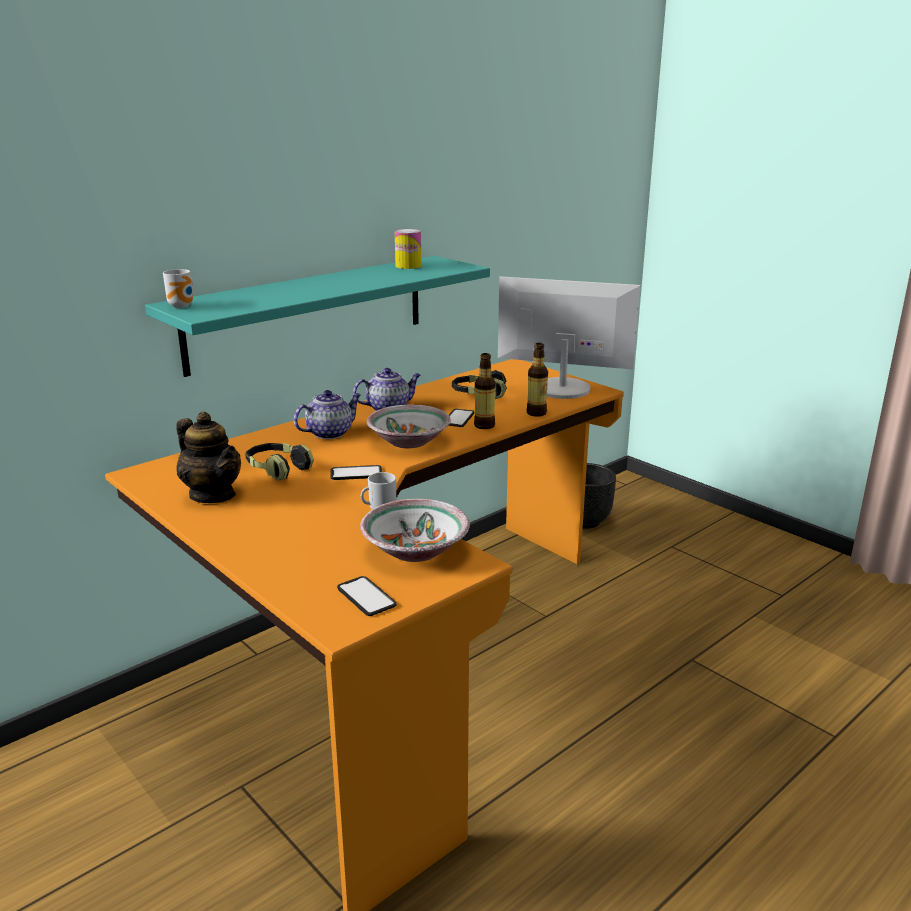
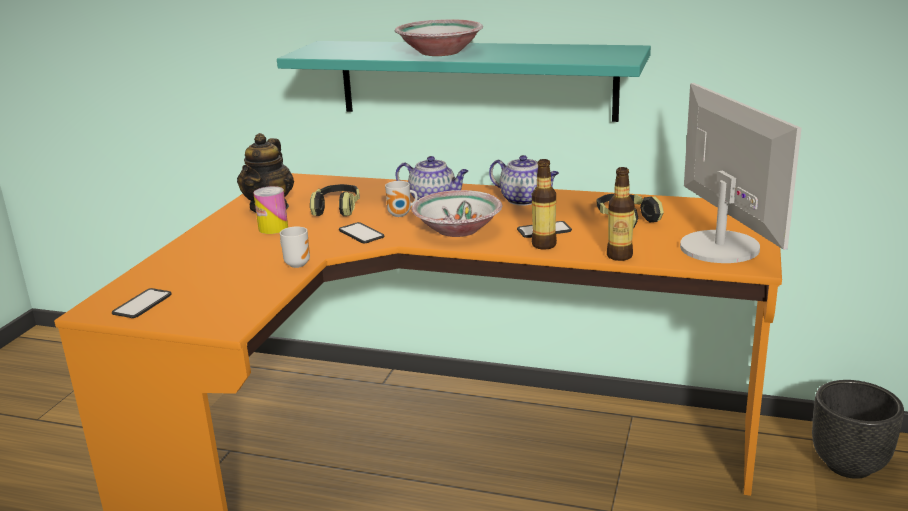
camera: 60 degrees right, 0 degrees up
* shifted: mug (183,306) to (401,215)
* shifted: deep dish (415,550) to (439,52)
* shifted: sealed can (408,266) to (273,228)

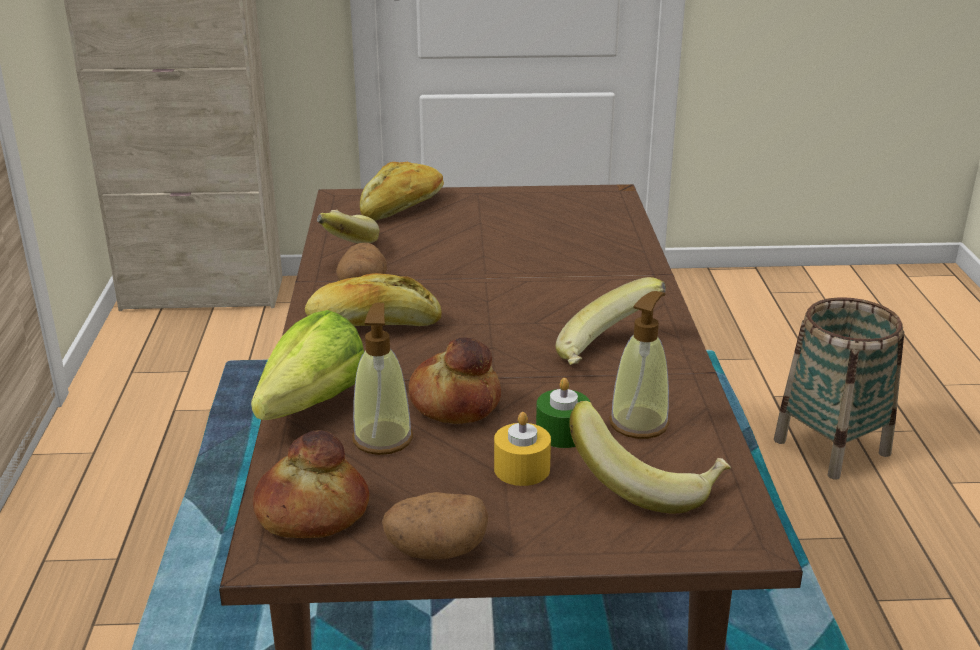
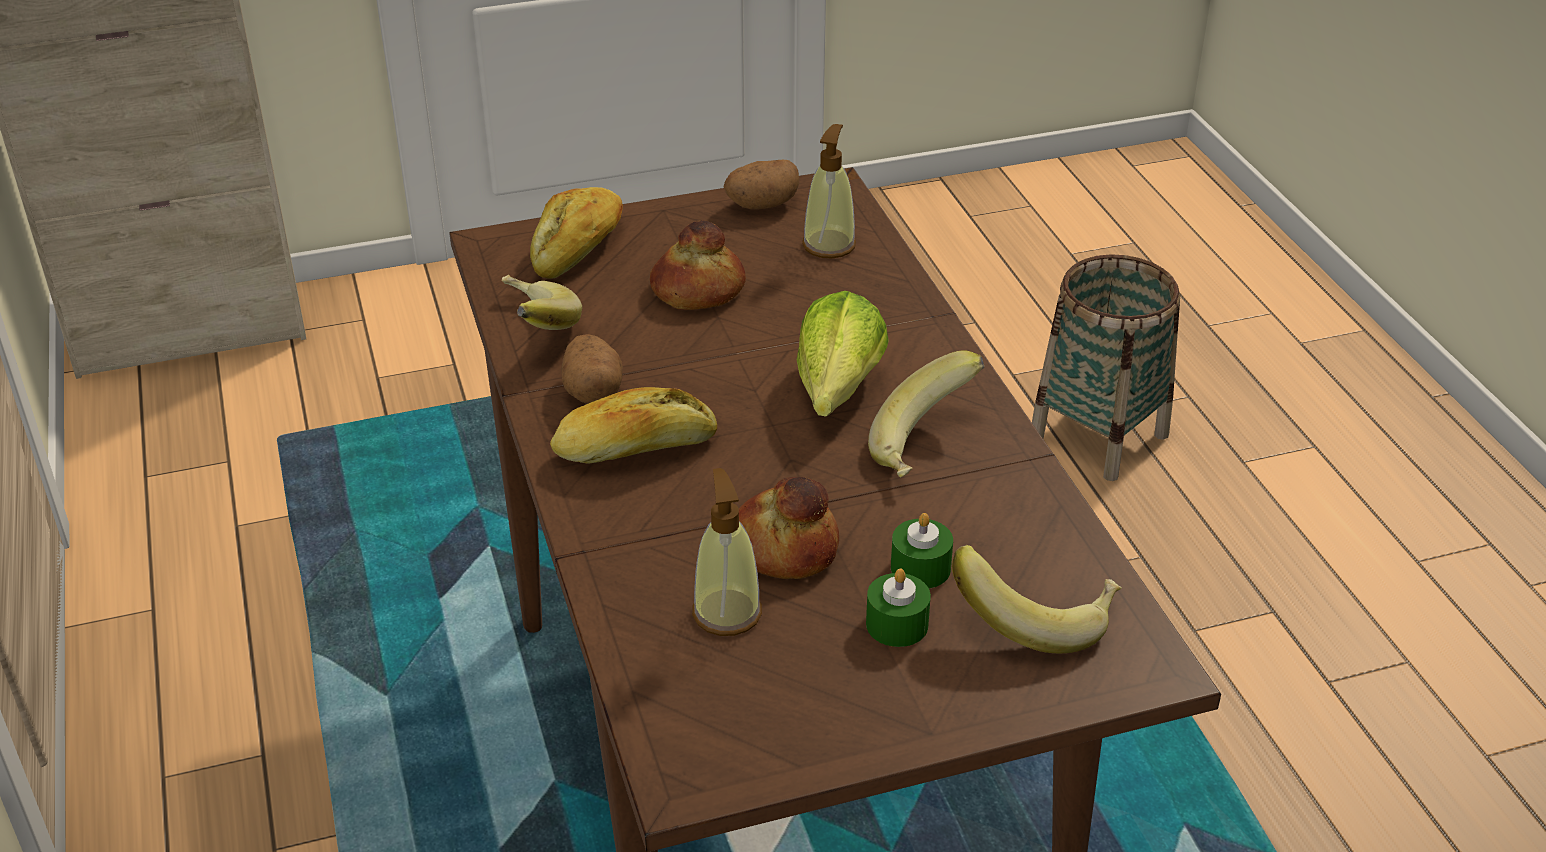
camera: 15 degrees left, 10 degrees up
* shifted: head of lettuce (302,411) to (831,398)
* shifted: bread (311,513) to (698,291)
* shifted: spud (436,550) to (761,205)
* shifted: soap bottle (639,423) to (829,245)
* repainted: wax light (yellow-coloured) (522,469) to wax light (green-coloured) (897,624)

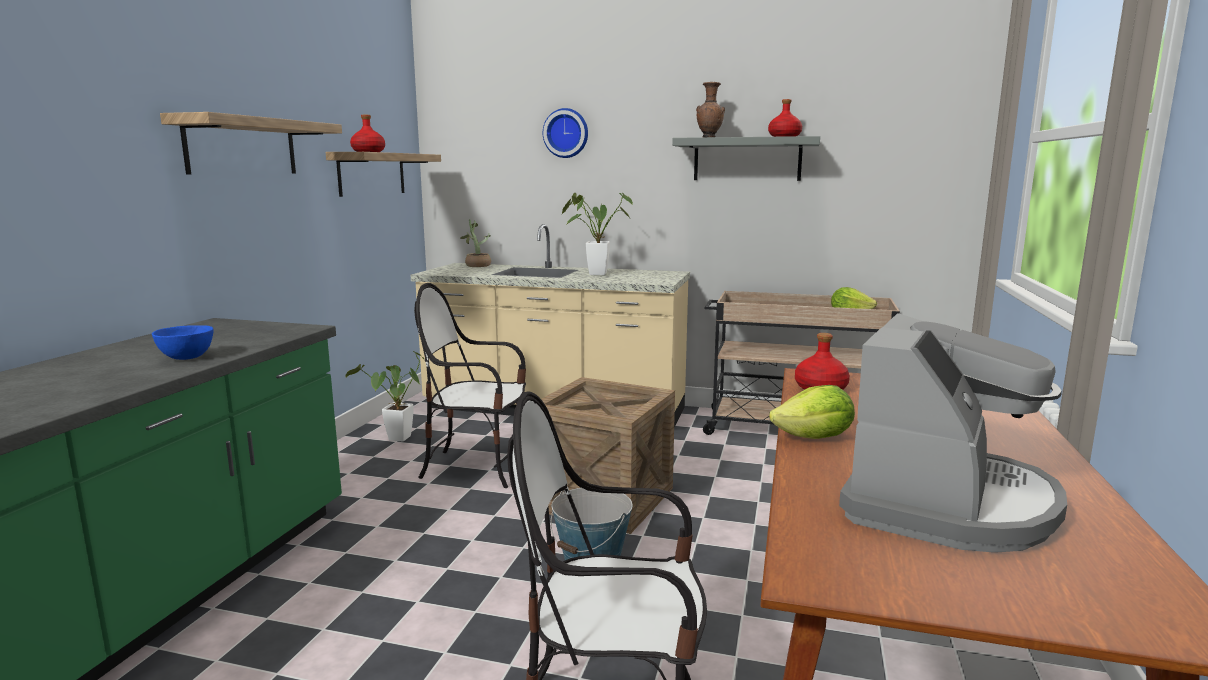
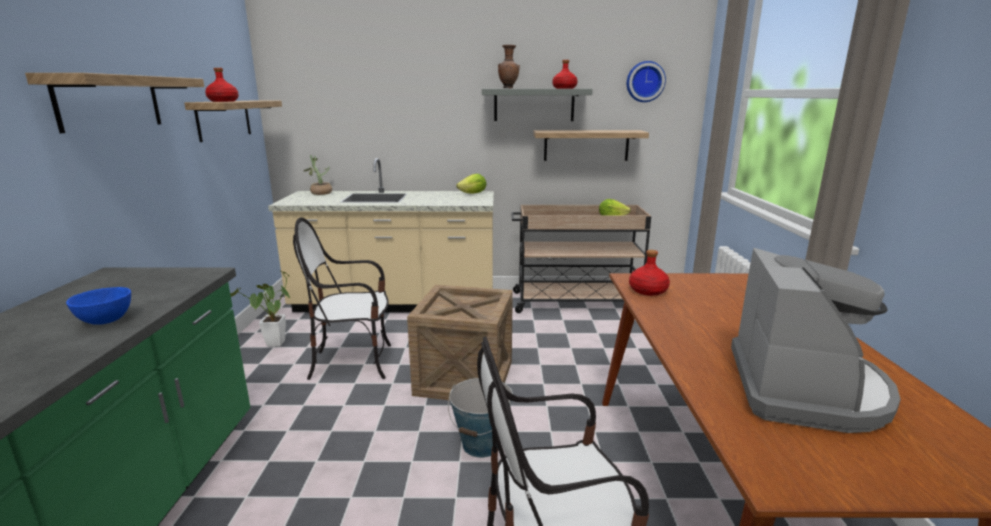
camera: 15 degrees left, 5 degrees up
* gone: potted plant (593,274)
* new: bracket shelf (586,145)
* shifted: wall clock (566,133) to (645,81)
* shifted: head of lettuce (814,438) to (473,193)

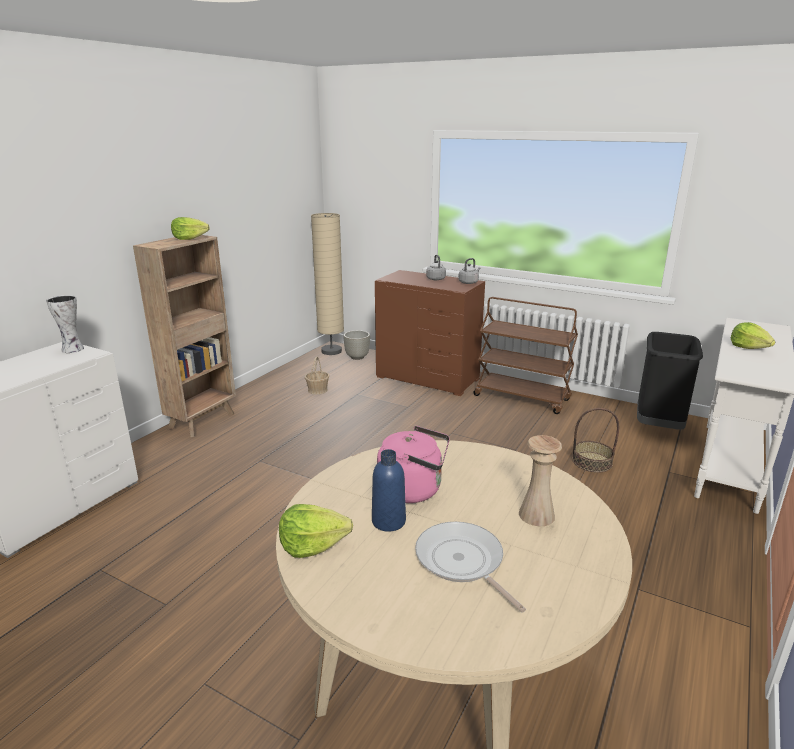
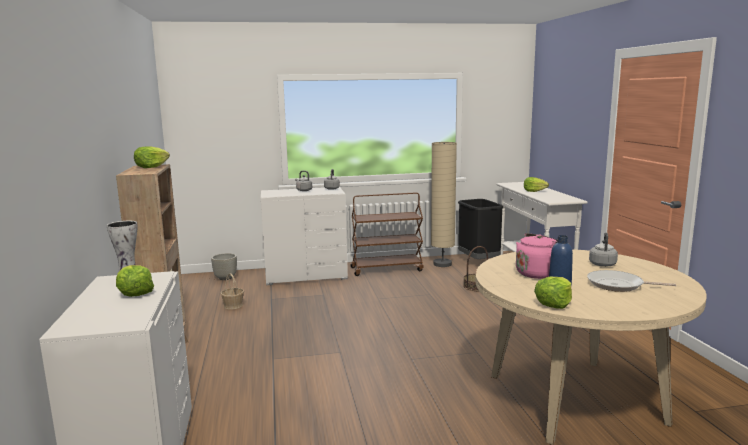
camera: 40 degrees left, 10 degrees down
* new: head of lettuce (134,293)
* shifted: standing lamp (beige-coloured) (331,351) to (442,264)
* swapped: decorative vase (beige-coloured) (536,515) to tea kettle (grey) (602,264)
* repainted: dresser (brownish) (428,378) to dresser (white-coloured) (306,275)

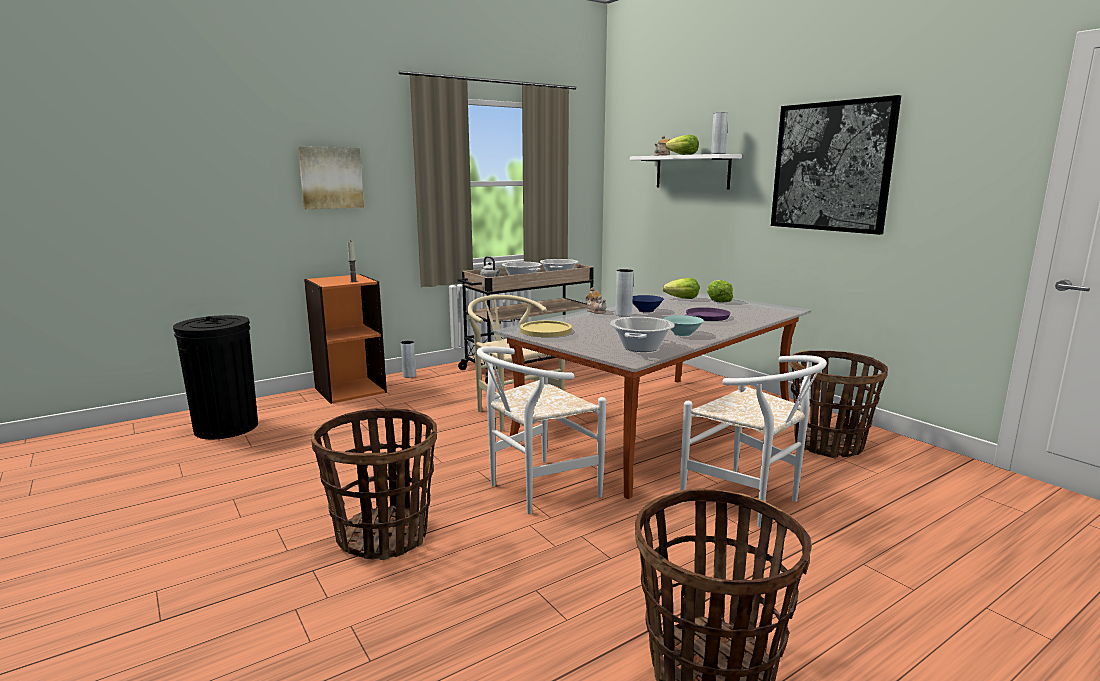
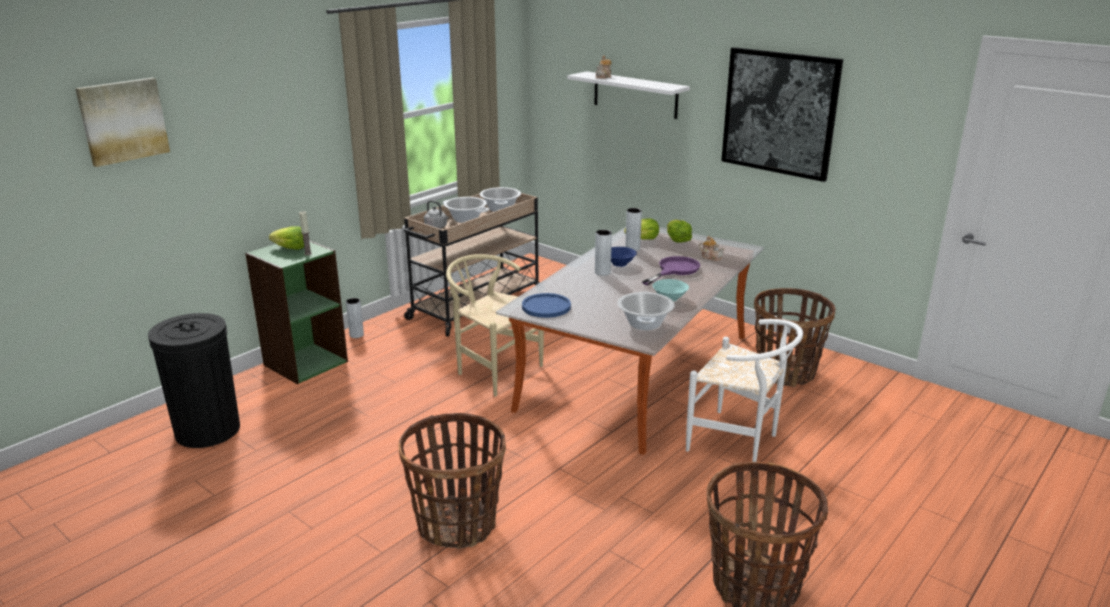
camera: 15 degrees left, 10 degrees up
* gone: upright chair (white-coloured) (535,490)
* shifted: wall art (331,178) to (123,121)
* shifted: tea pot (596,311) to (711,257)
* shifted: head of lettuce (683,155) to (291,248)
* shifted: decorative vase (grey) (718,154) to (632,248)
* repainted: shelving unit (orange-coloured) (350,390) to shelving unit (green-coloured) (305,363)
* repainted: flat dish (yellow-coloured) (545,330) to flat dish (bluish) (546,307)

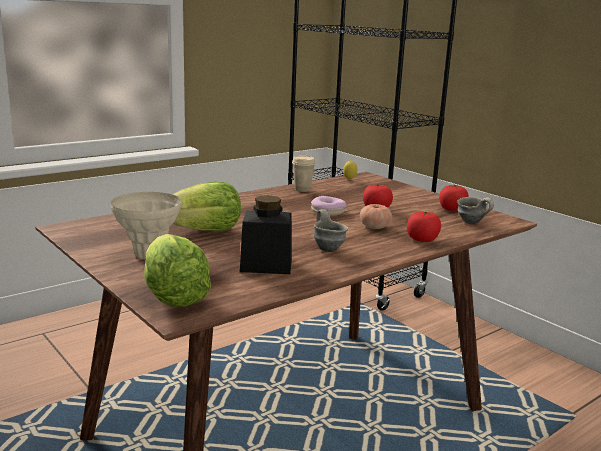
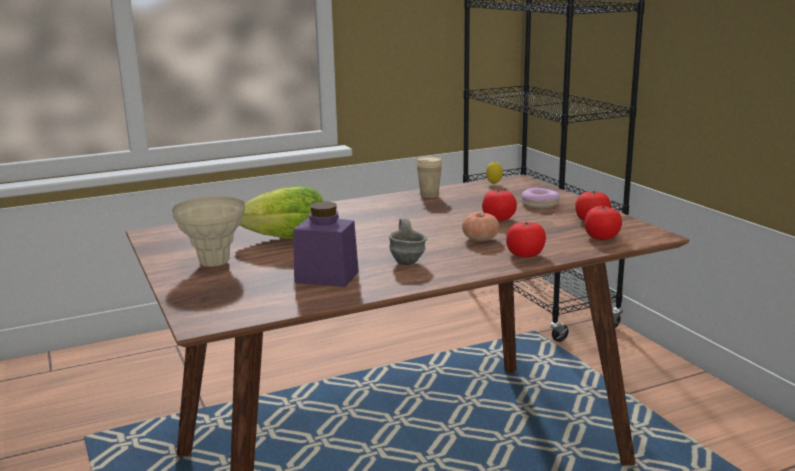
camera: 15 degrees right, 0 degrees up
* gone: head of lettuce (174,297)
* shifted: donut (328,211) to (540,204)
* swapped: mug (grey) (471,223) to whole tomato (602,237)
* repainted: preserve jar (black) (266,265) to preserve jar (purple) (326,277)

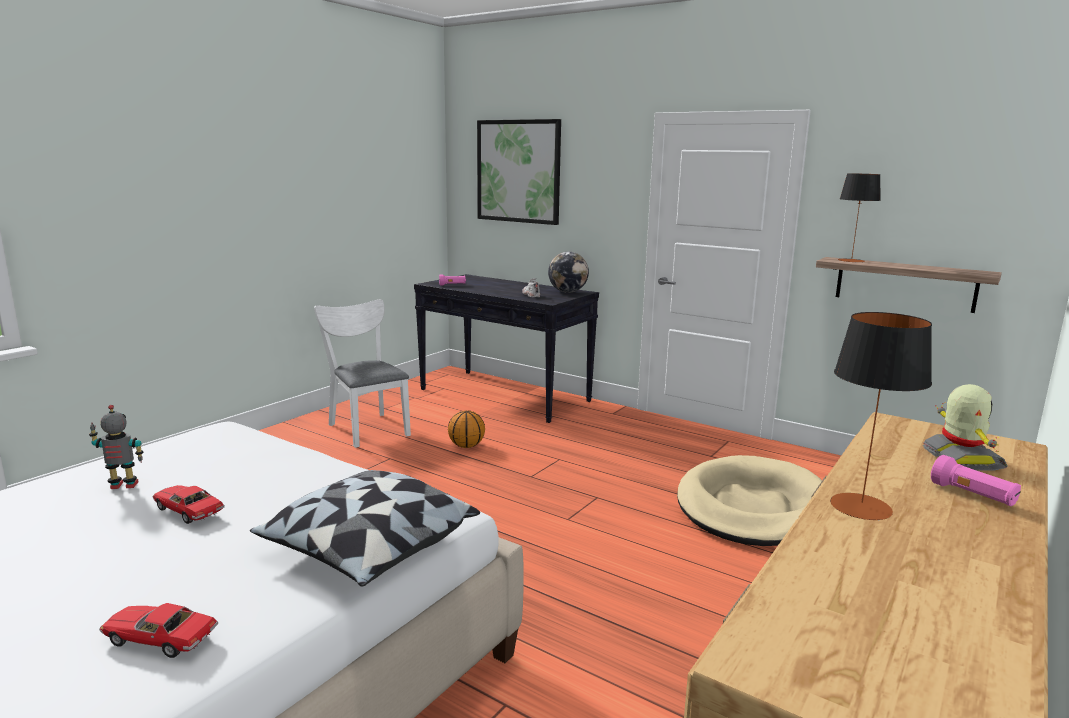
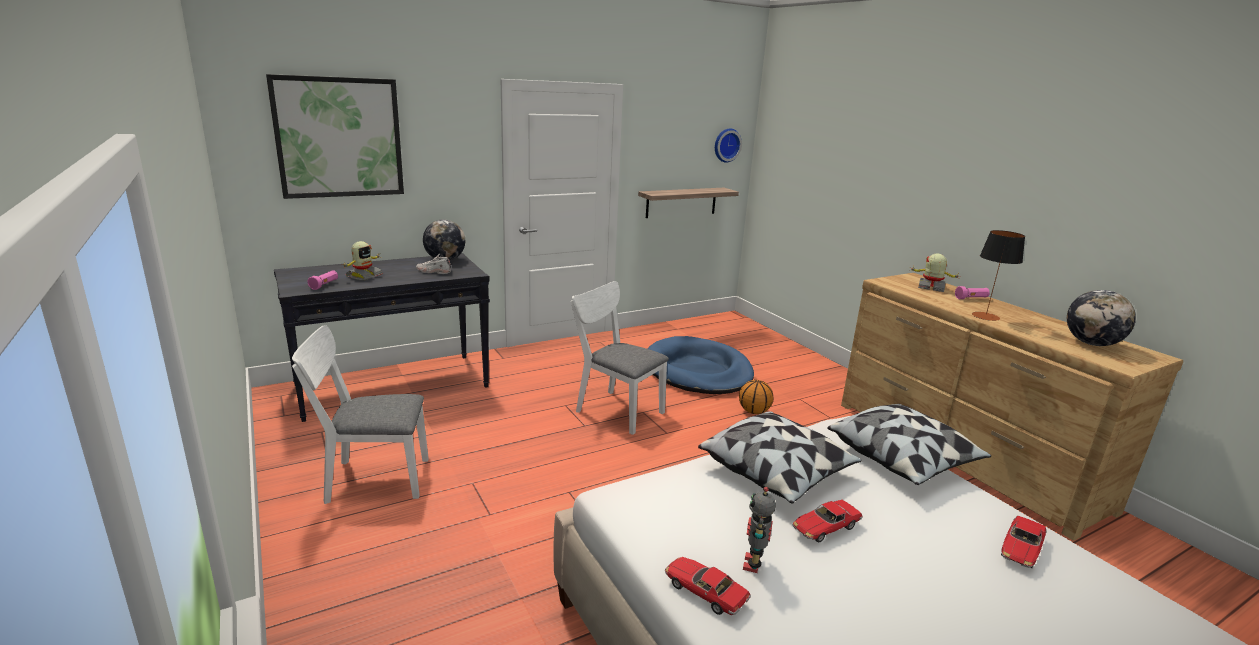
camera: 65 degrees left, 5 degrees up
* gone: lamp for a table (851,260)
* new: robot figure (364,276)
* new: upright chair (white-coloured) (615,409)
* new: model car (704,592)
* new: cushion (777,472)
* new: wall clock (726,145)
* new: desk globe (1091,344)
* shifted: ball for basketball (466,446) to (754,412)
* repainted: pet bed (beige-coloured) (753,507) to pet bed (bluish) (698,371)

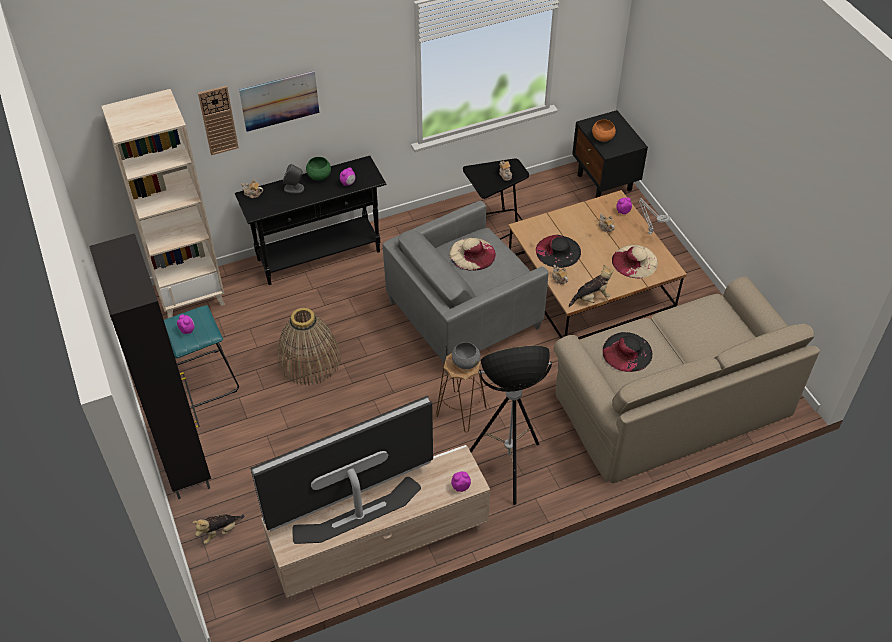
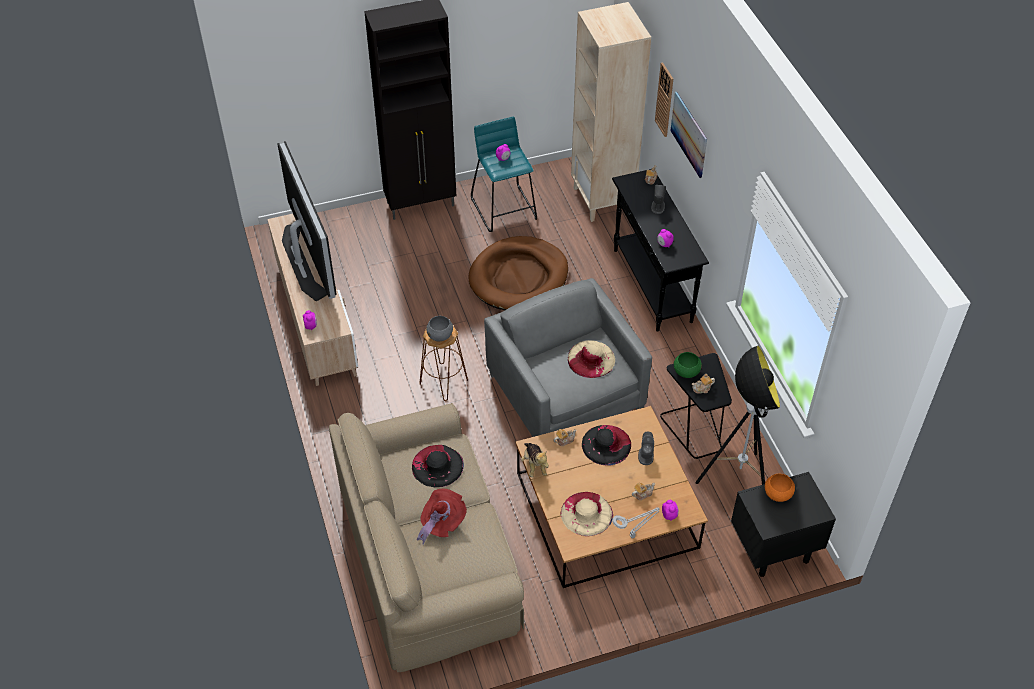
camera: 95 degrees right, 0 degrees up
* gone: plush toy (220,532)
* new: wearable hat (red) (441,523)
* new: audio speaker (grey) (645,455)
* shifted: deep dish (green-coloured) (319,176) to (686,372)
* shifted: standing lamp (507,468) to (736,482)
* swapped: basket (309,360) to pet bed (brownish) (518,277)

